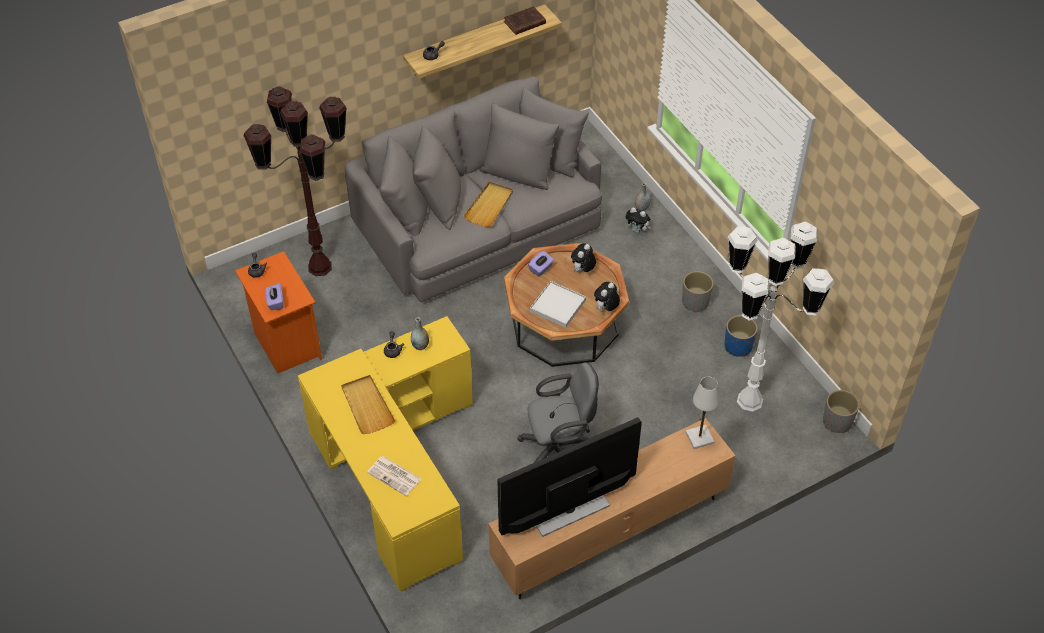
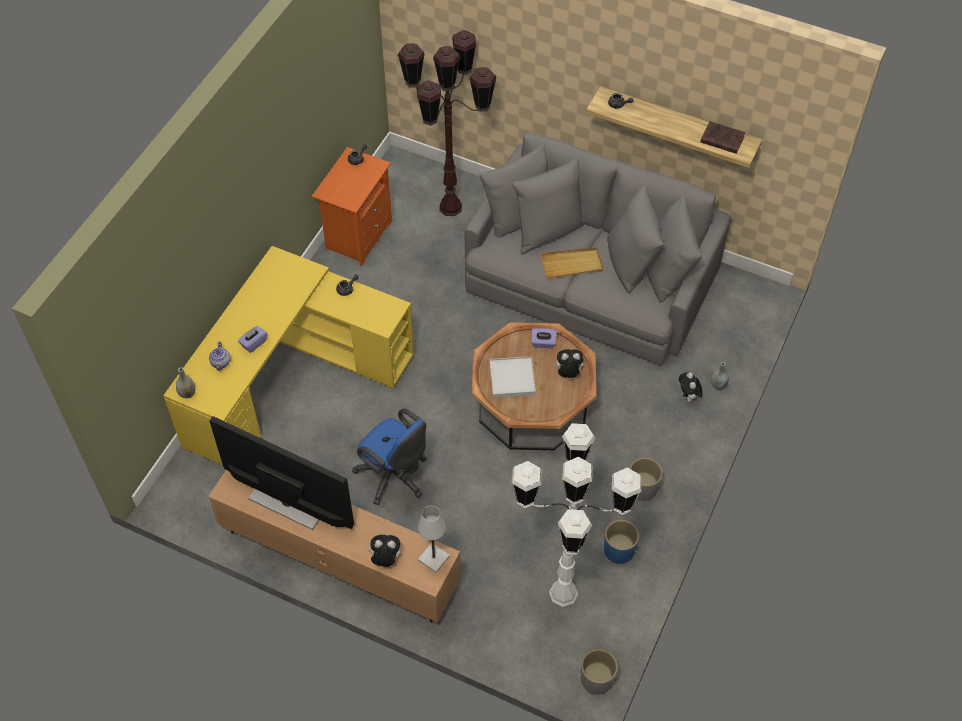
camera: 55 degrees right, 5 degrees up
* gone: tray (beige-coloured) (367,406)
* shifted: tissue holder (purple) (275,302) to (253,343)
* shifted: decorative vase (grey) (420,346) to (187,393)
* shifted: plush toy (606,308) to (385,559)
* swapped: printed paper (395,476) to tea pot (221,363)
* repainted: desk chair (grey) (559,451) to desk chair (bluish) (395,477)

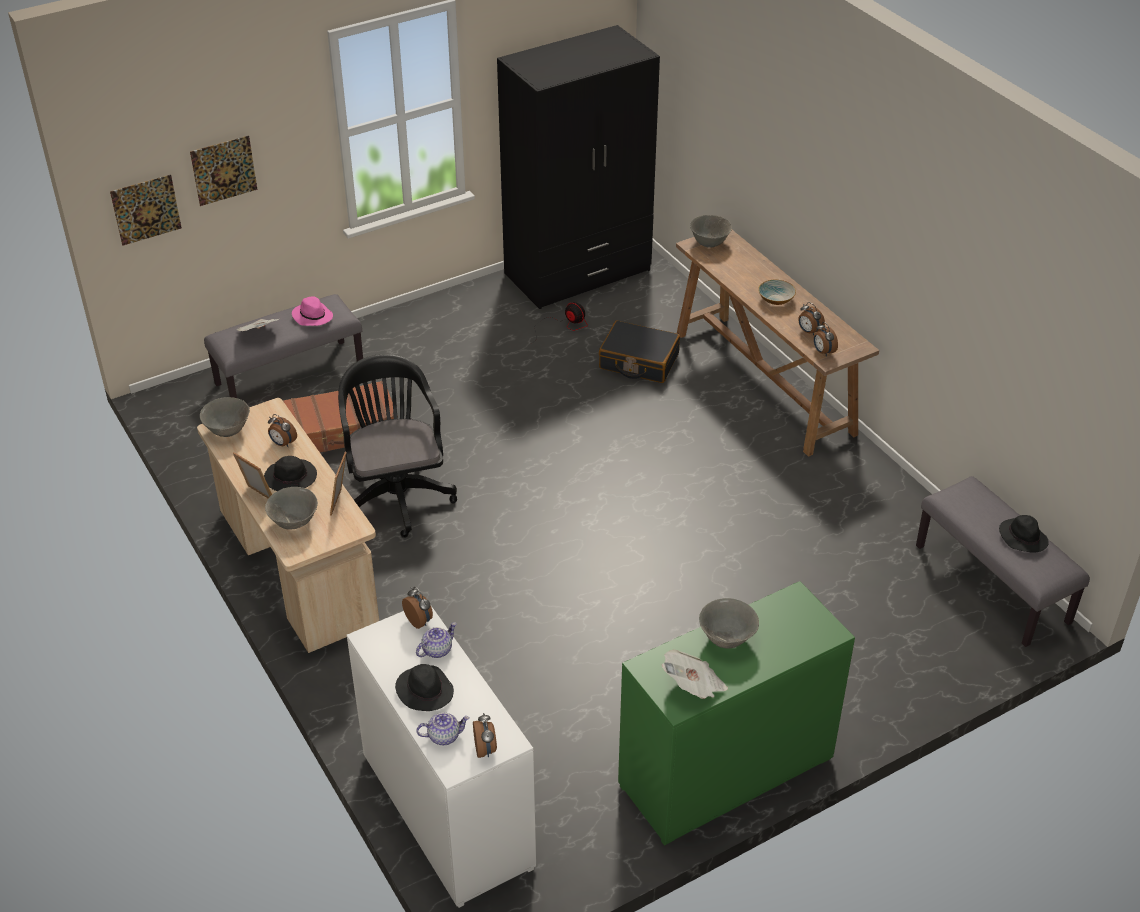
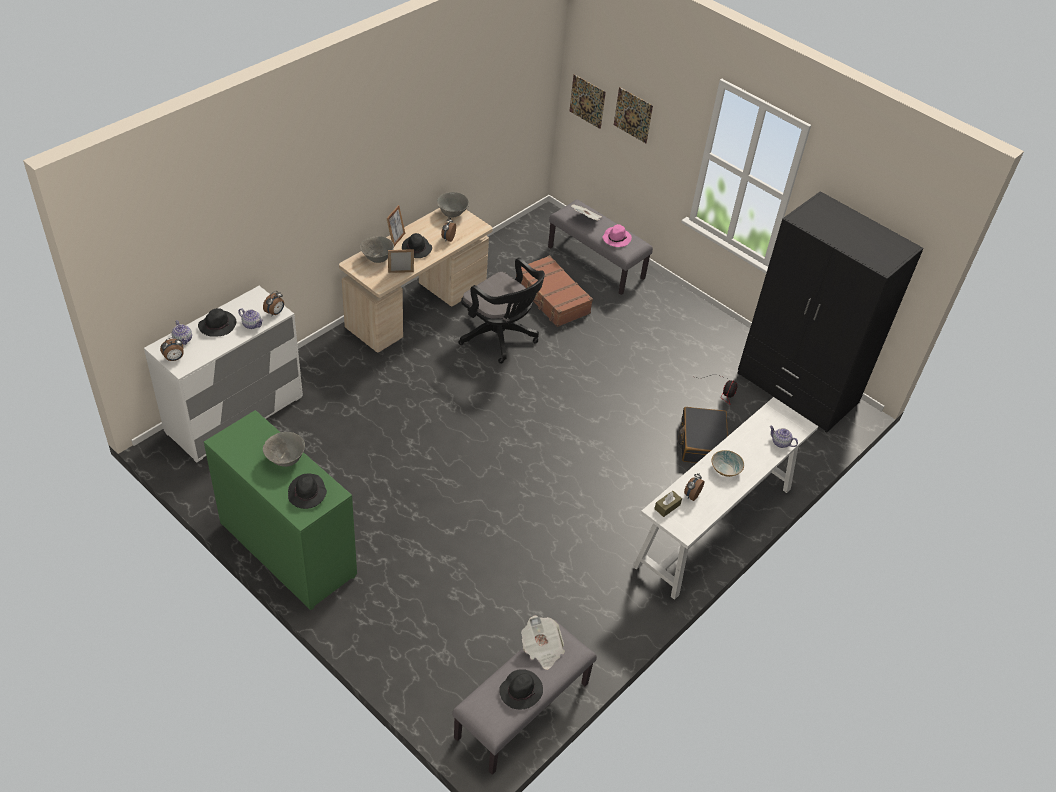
camera: 70 degrees right, 5 degrees up
* gone: deep dish (grey) (709,243)
* new: wearable hat (black) (307,493)
* new: tea pot (780,443)
* shifted: printed paper (693,686) to (542,649)
* swapped: alarm clock (823,352) to tissue holder (brownish) (667,507)
* repainted: hall table (brownish) (764,383) to hall table (white-coloured) (713,527)
* rotated: desk chair (black) (396,493) = (500,337) 75 degrees clockwise

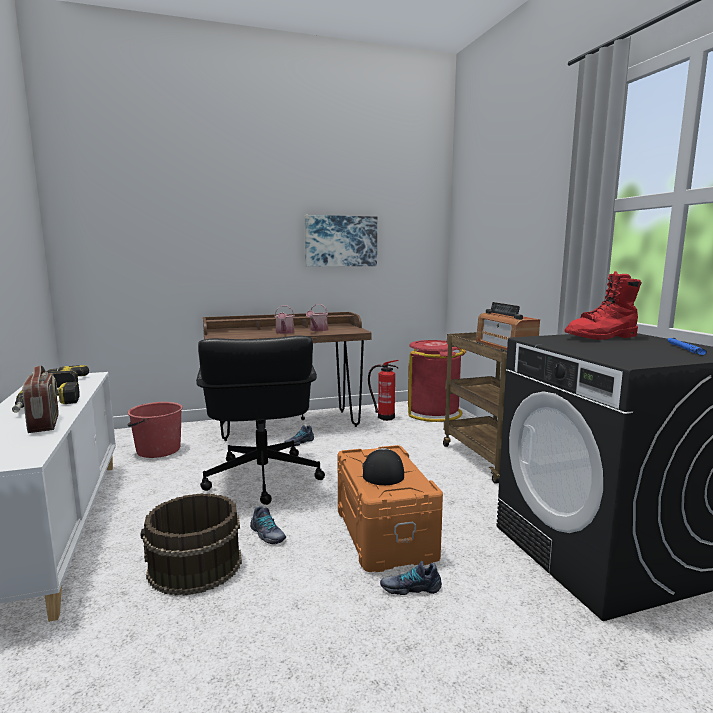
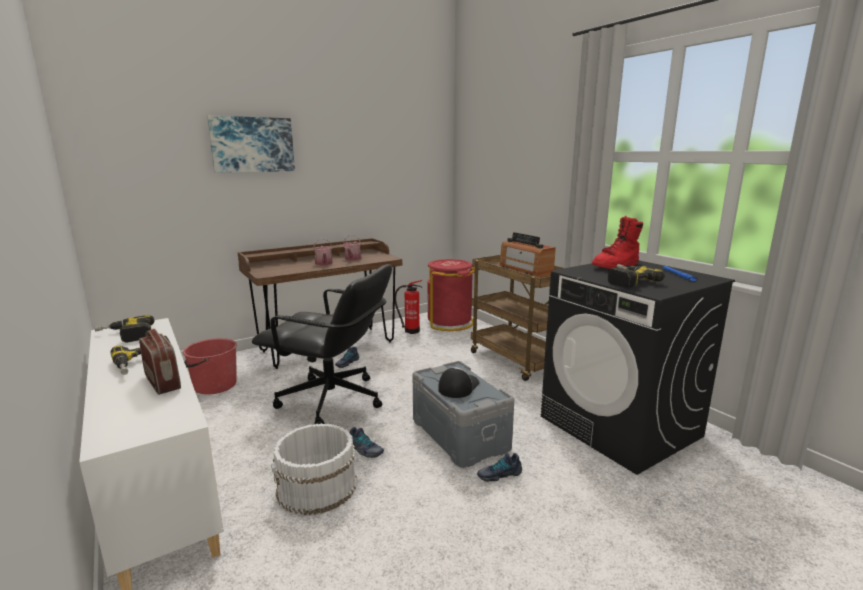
camera: 15 degrees left, 5 degrees up
* new: drill (625,280)
* shifted: wall art (341,241) to (252,144)
* repainted: water bucket (brownish) (195,566) to water bucket (white-coloured) (317,487)
* repainted: storage bin (orange-coloured) (385,533) to storage bin (grey) (460,434)
* rotated: desk chair (black) (262,478) = (332,401) 45 degrees counterclockwise
* rotated: baseball cap (382,472) = (458,386) 45 degrees clockwise

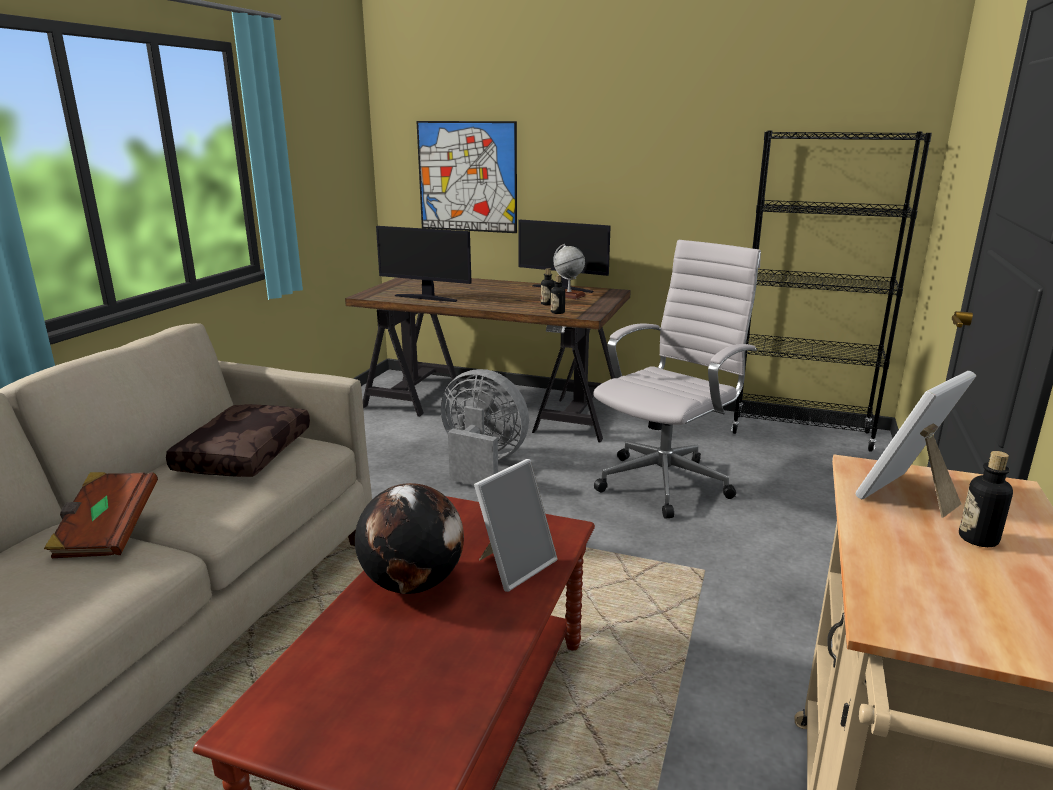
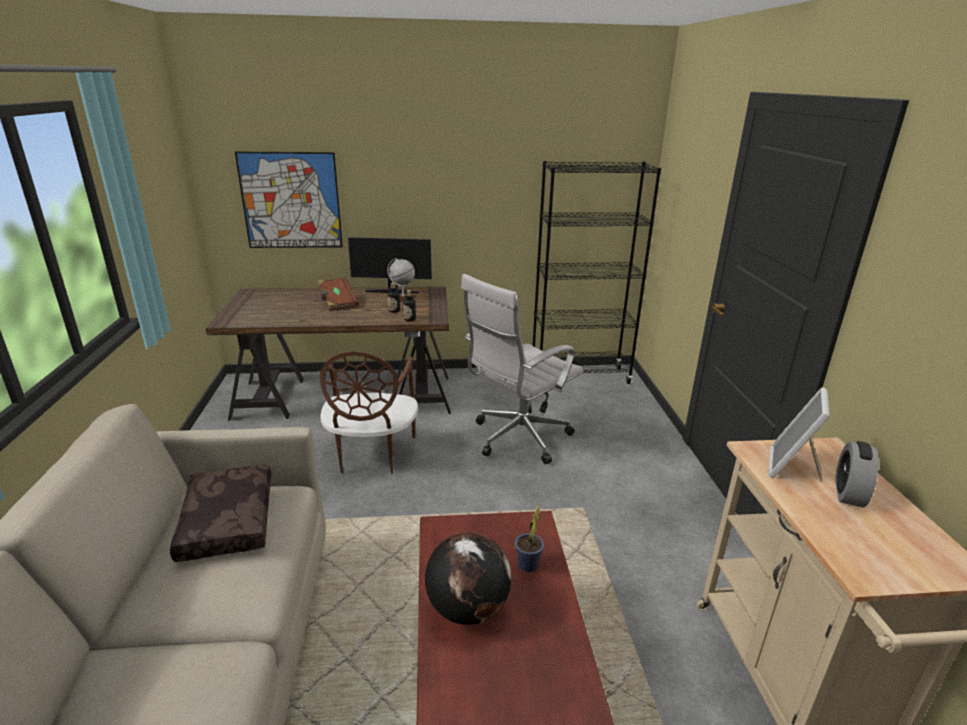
camera: 25 degrees left, 5 degrees up
* gone: computer display (426,298)
* shifted: volume (brownish) (107,532) to (337,303)
* swapped: fan (grey) (482,464) to upright chair (brownish) (371,454)
* swapped: photo frame (514,565) to potted plant (527,567)
* swapped: beverage bottle (978,539) to alarm clock (848,493)
* rotated: desk chair (white-coloured) (667,481) = (517,438) 150 degrees counterclockwise

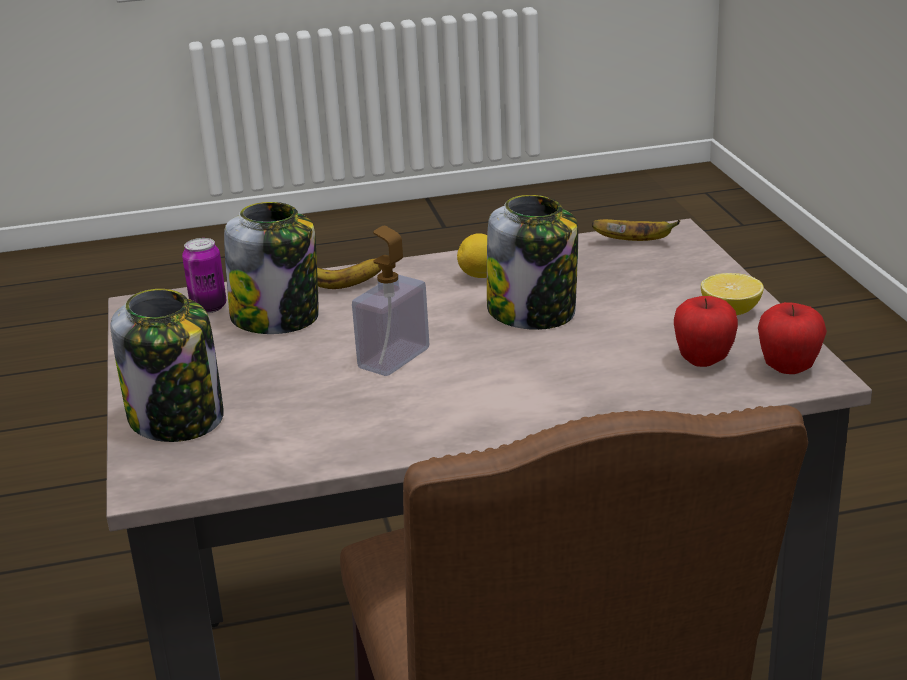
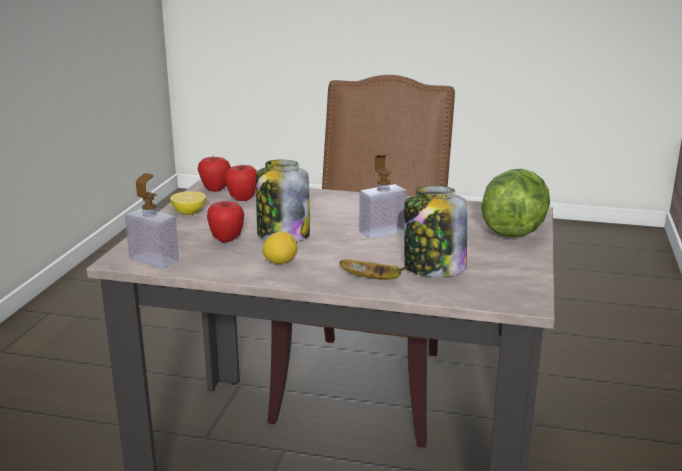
camera: 155 degrees left, 5 degrees down
* gone: sealed can (209,307)
* new: whole apple (227,239)
* swapped: preserve jar (178,419) to head of lettuce (513,231)
* swapped: banana fruit (635,241) to soap bottle (154,260)

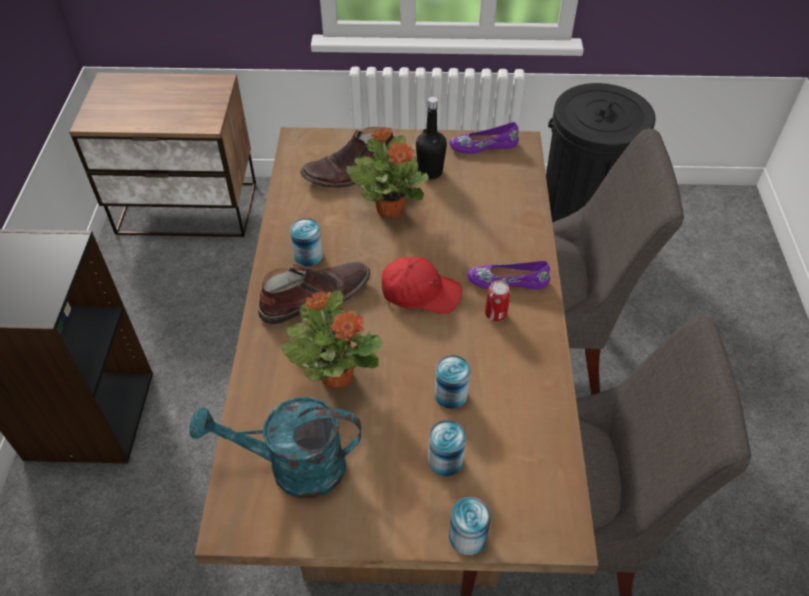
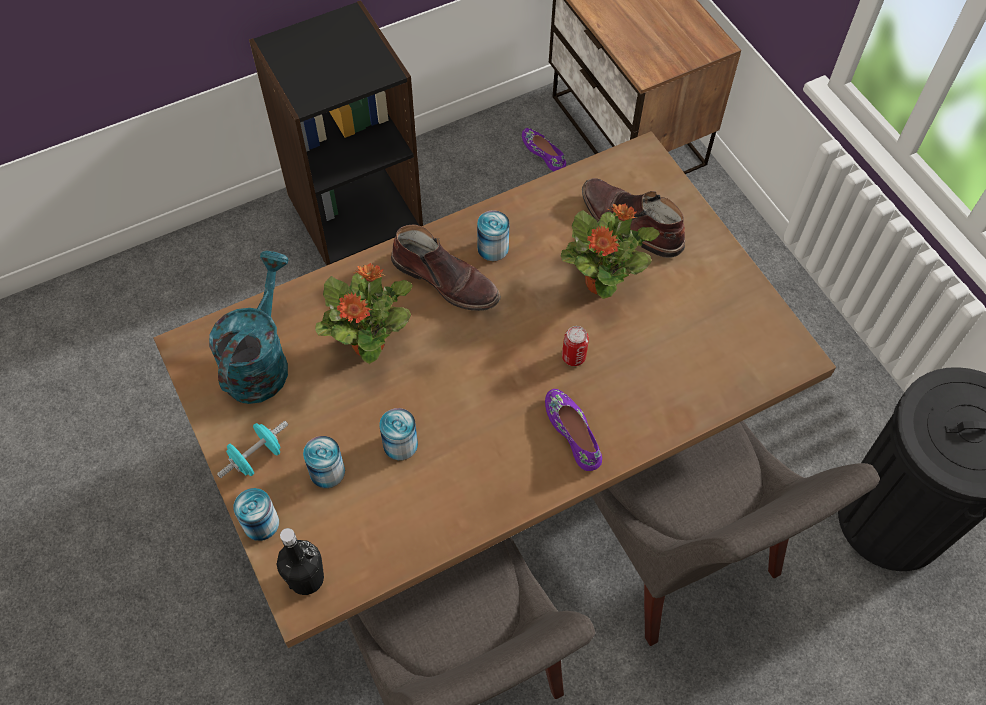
camera: 60 degrees right, 10 degrees up
* gone: baseball cap (red) (420,292)
* new: hand weight (blue-green) (257,457)
* shifted: beverage bottle (black) (430,172) to (306,578)
* shifted: item of footwear (purple) (483,145) to (544,153)
* shifted: sealed can (495,314) to (573,357)
* rotated: sprinkling can (blue-green) (293,467) = (260,360) 45 degrees clockwise

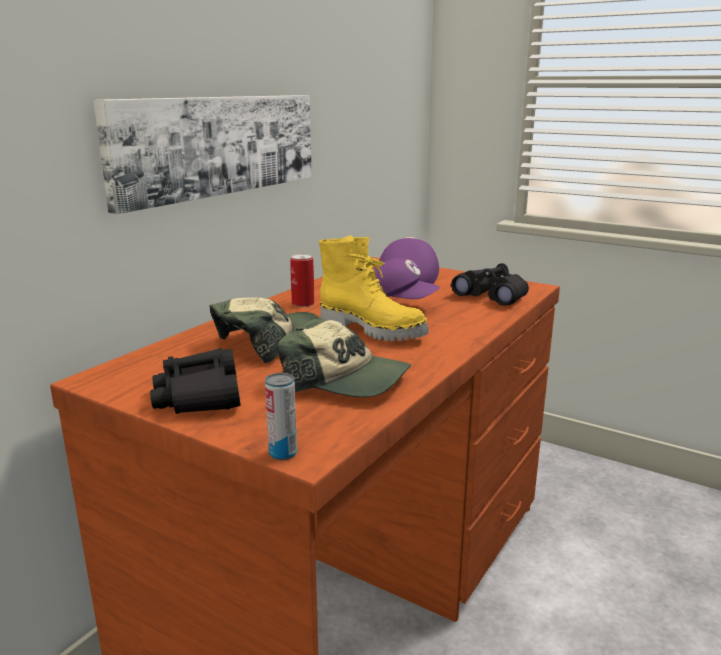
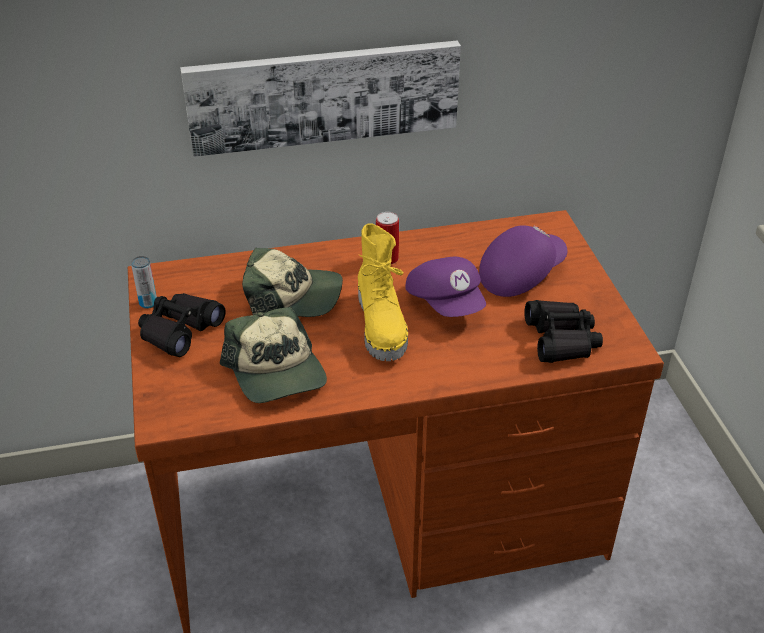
camera: 45 degrees right, 20 degrees up
* shifted: sealed can (283,453) to (148,303)

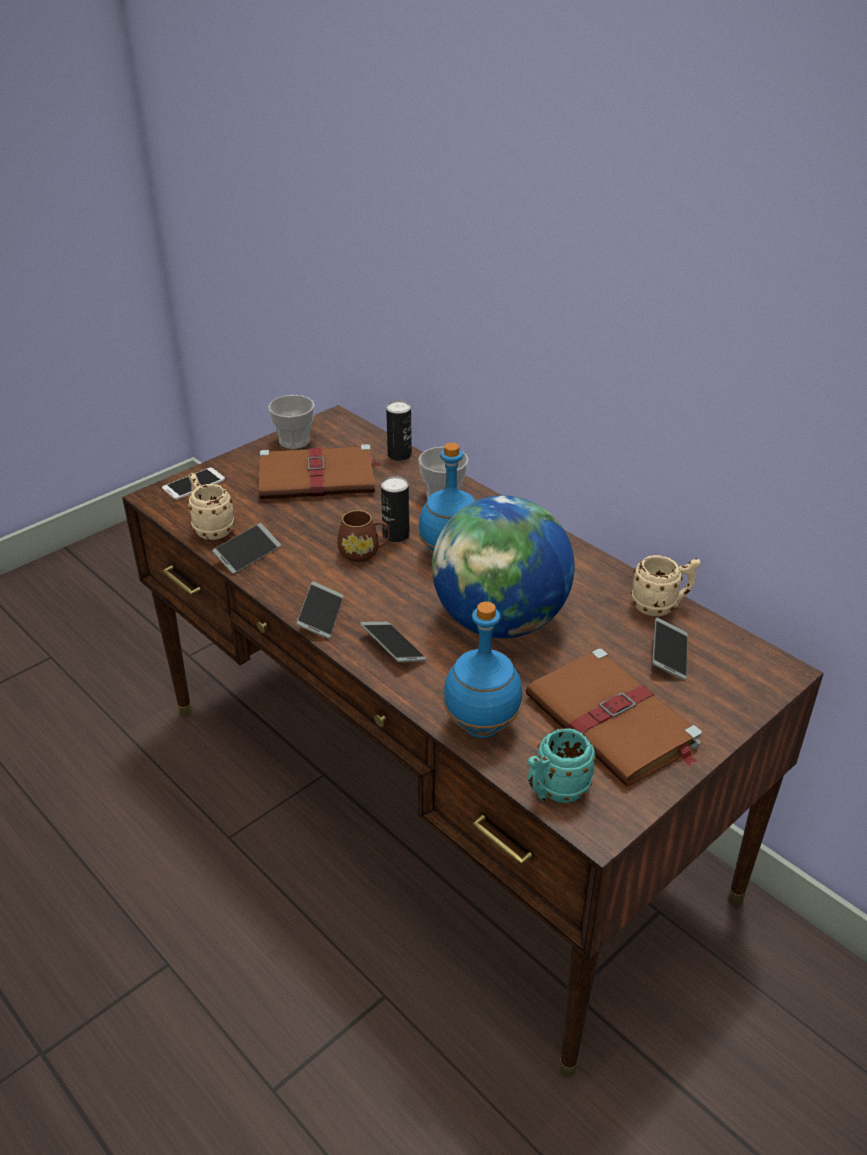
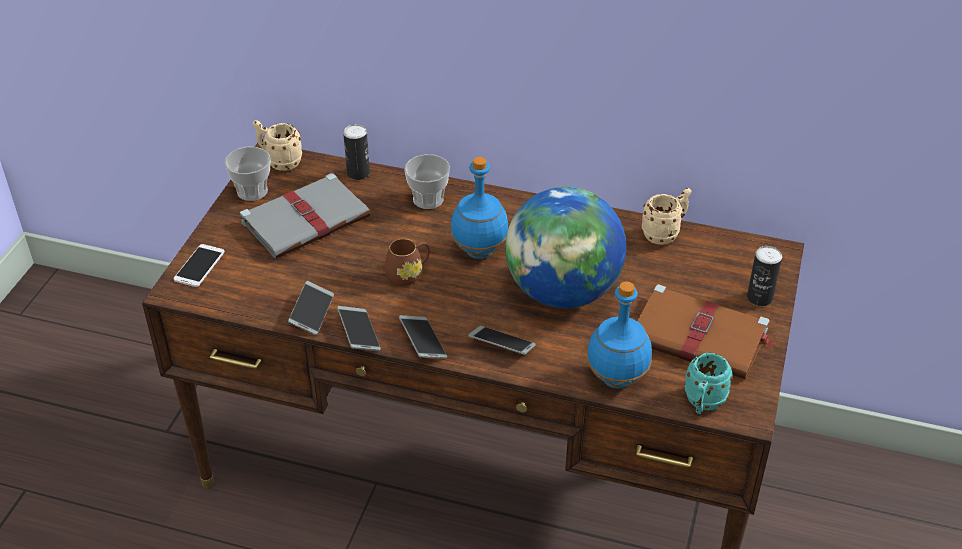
camera: 30 degrees left, 5 degrees up
* shifted: mug (beige-coloured) (210,528) to (279,162)
* shifted: sealed can (396,535) to (759,298)
* shifted: handset (669,654) to (359,333)
* repainted: volume (brownish) (319,477) to volume (grey) (307,219)

